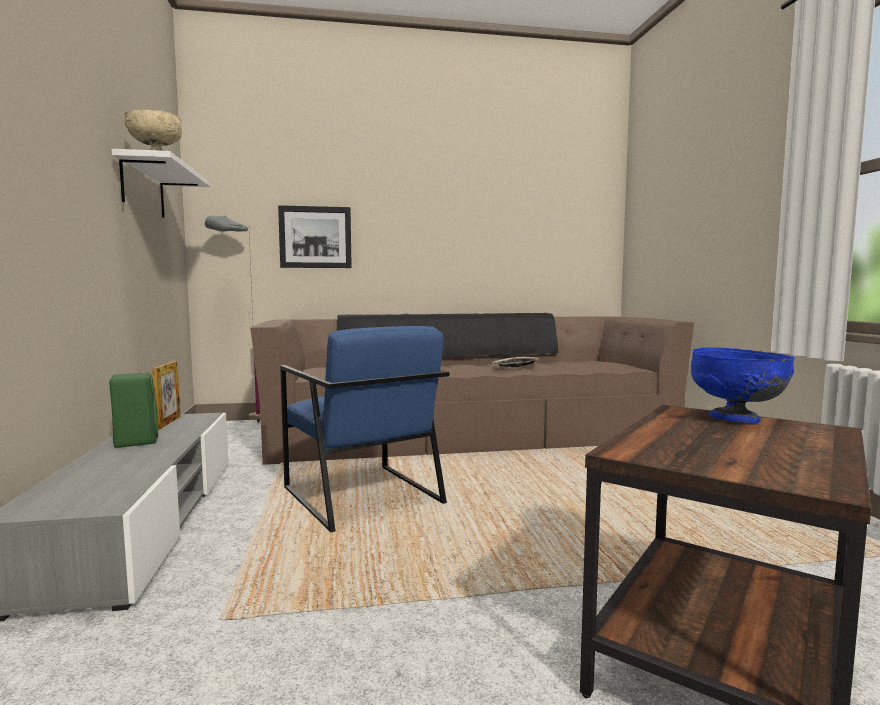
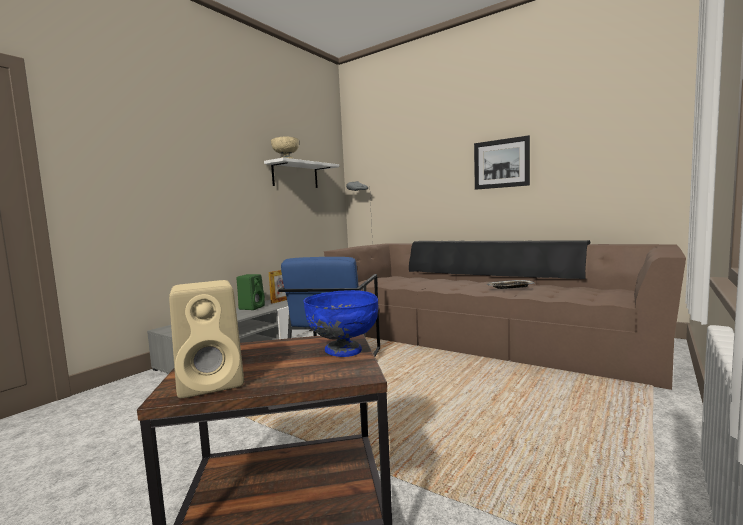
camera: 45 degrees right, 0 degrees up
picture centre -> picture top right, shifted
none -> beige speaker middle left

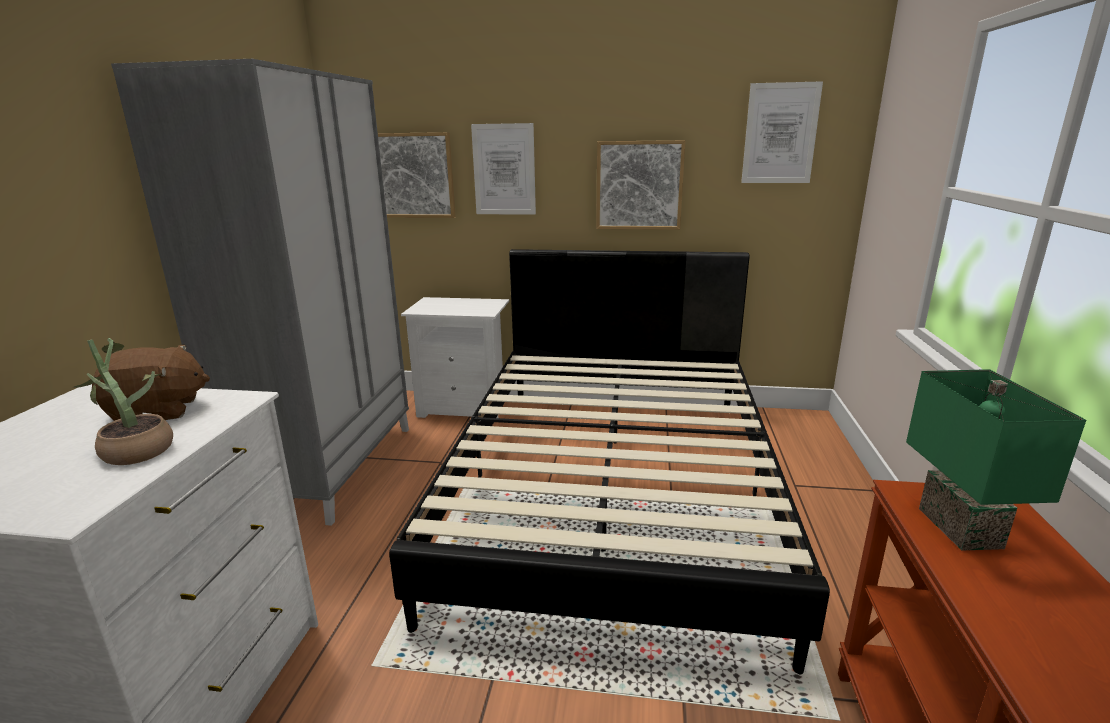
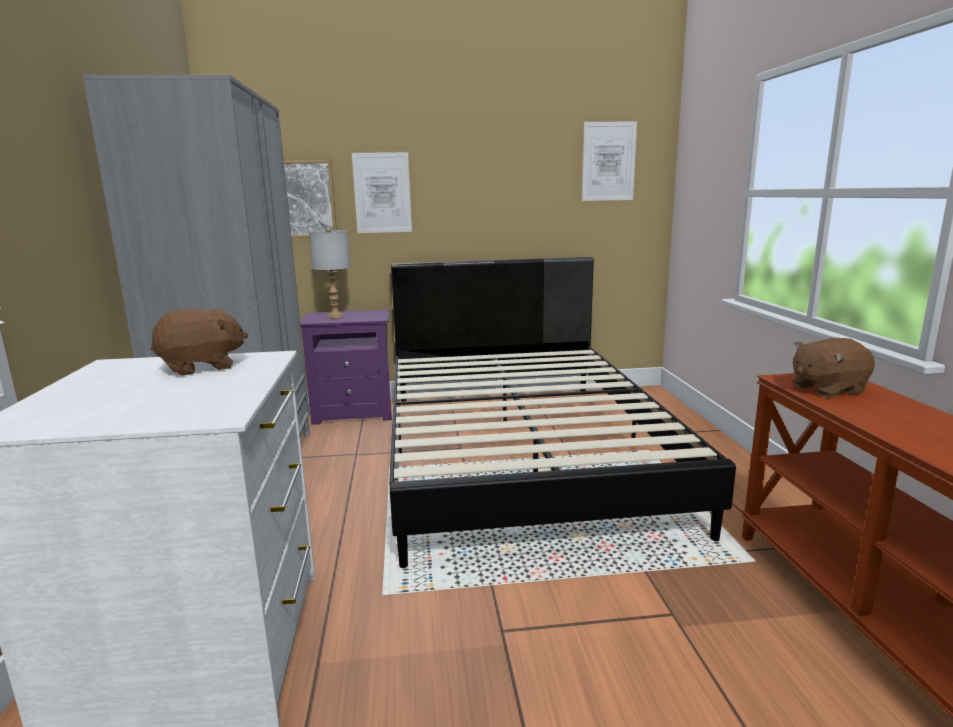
camera: 15 degrees left, 5 degrees down
picture (no. 3 from left) top centre -> none
white nightstand centre -> purple nightstand centre
potted plant middle left -> none
green table lamp middle right -> brown plush toy (no. 2 from left) middle right
none -> grey table lamp centre

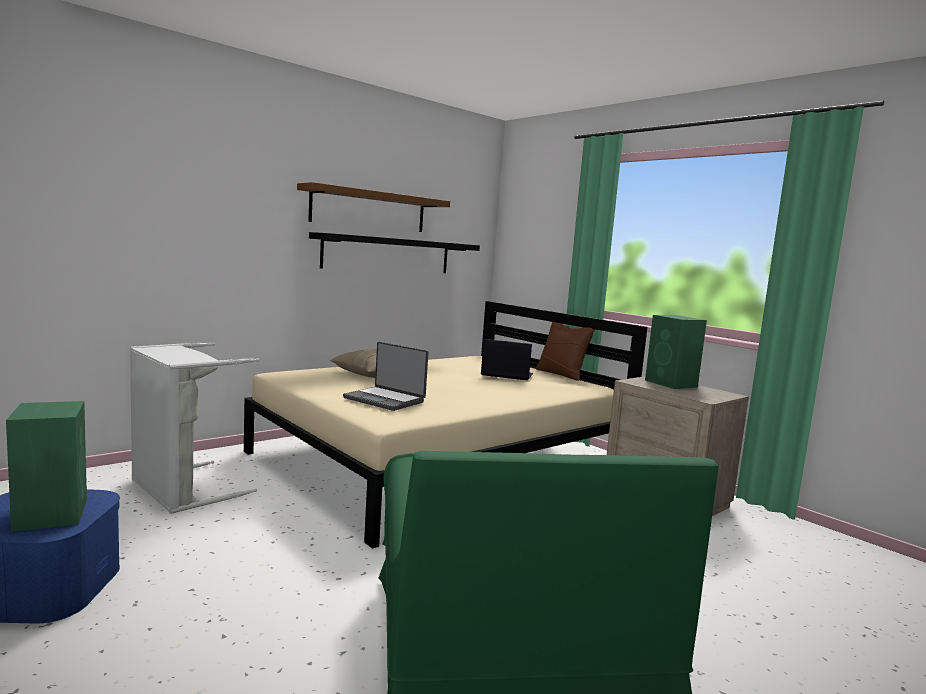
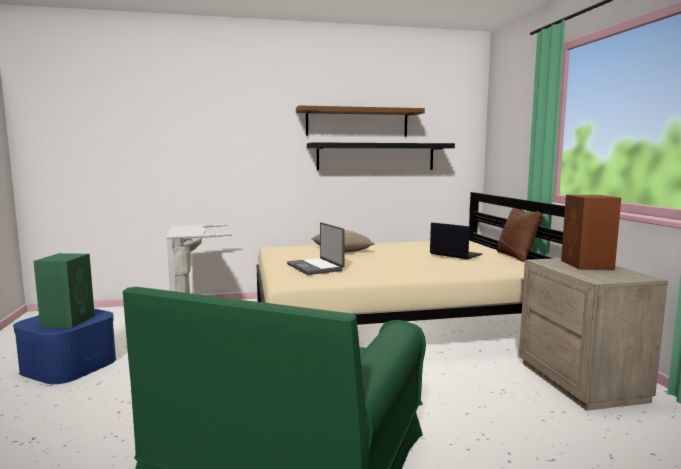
camera: 30 degrees right, 0 degrees up
green speaker (no. 2 from left) middle right -> brown speaker middle right

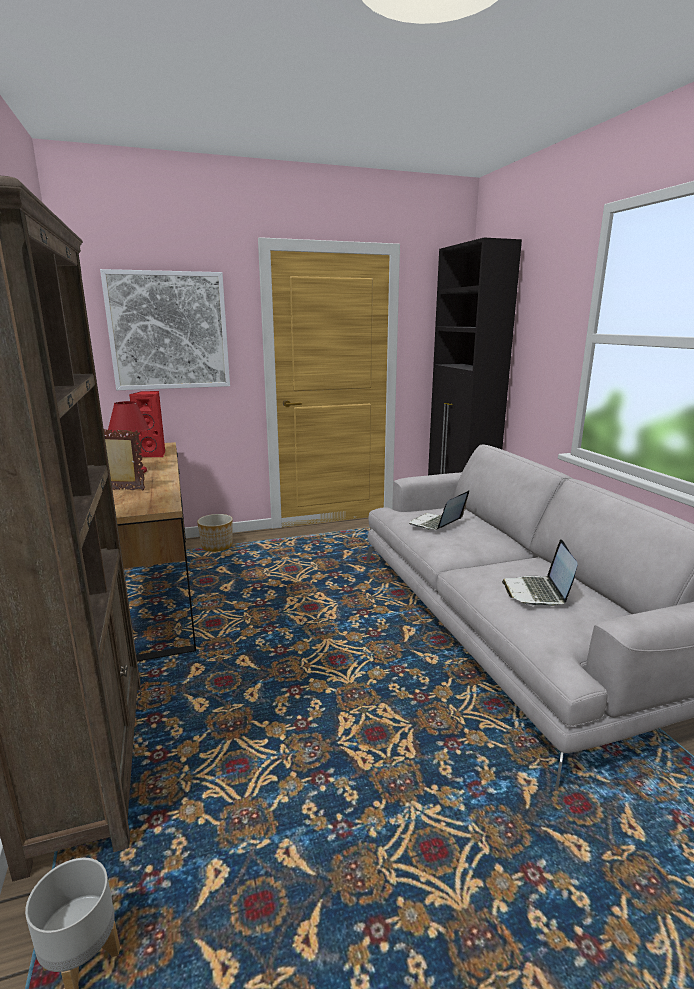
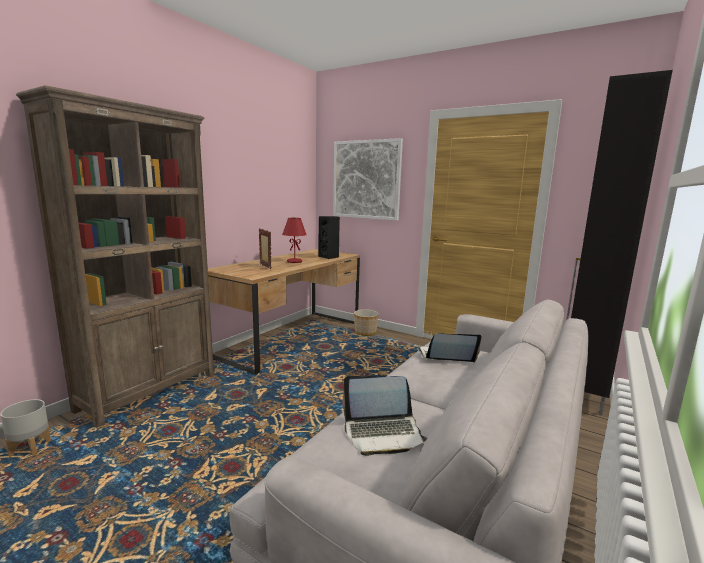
camera: 50 degrees right, 5 degrees down
red speaker middle left -> black speaker centre
laptop (no. 2 from left in the first image) middle right -> laptop (no. 1 from left) bottom centre, 150 degrees counterclockwise

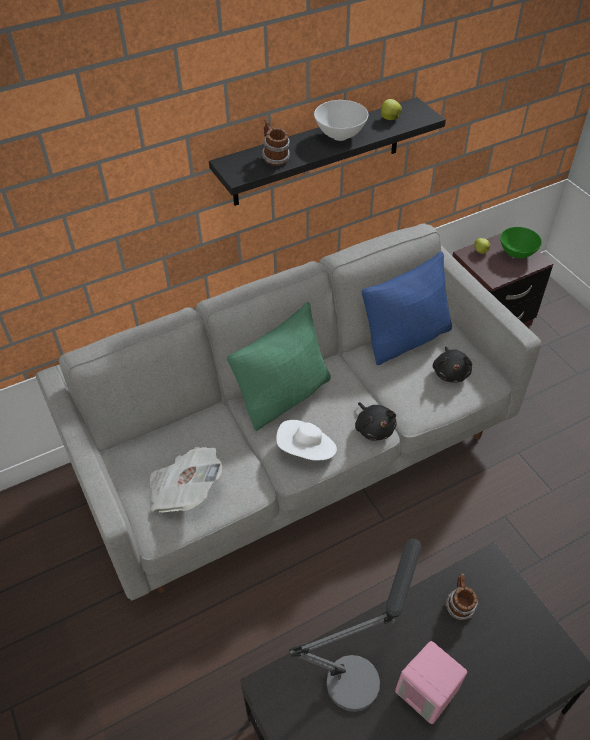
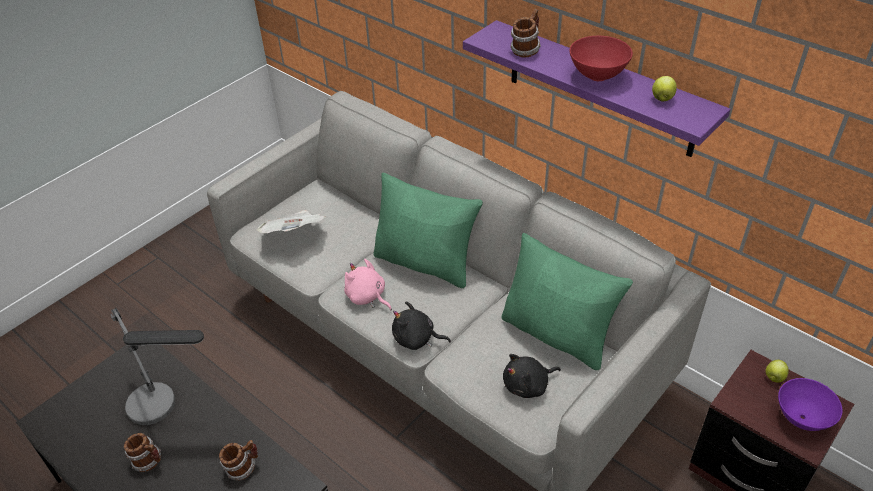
camera: 70 degrees right, 5 degrees down
black shelf top centre -> purple shelf top right
white bowl top centre -> red bowl top right
green bowl top right -> purple bowl bottom right
blue pillow middle right -> green pillow (no. 2 from left) centre
black plush toy (no. 1 from left) centre, 60 degrees clockwise
white hat centre -> pink plush toy centre
pink speaker bottom right -> mug (no. 1 from left) bottom left

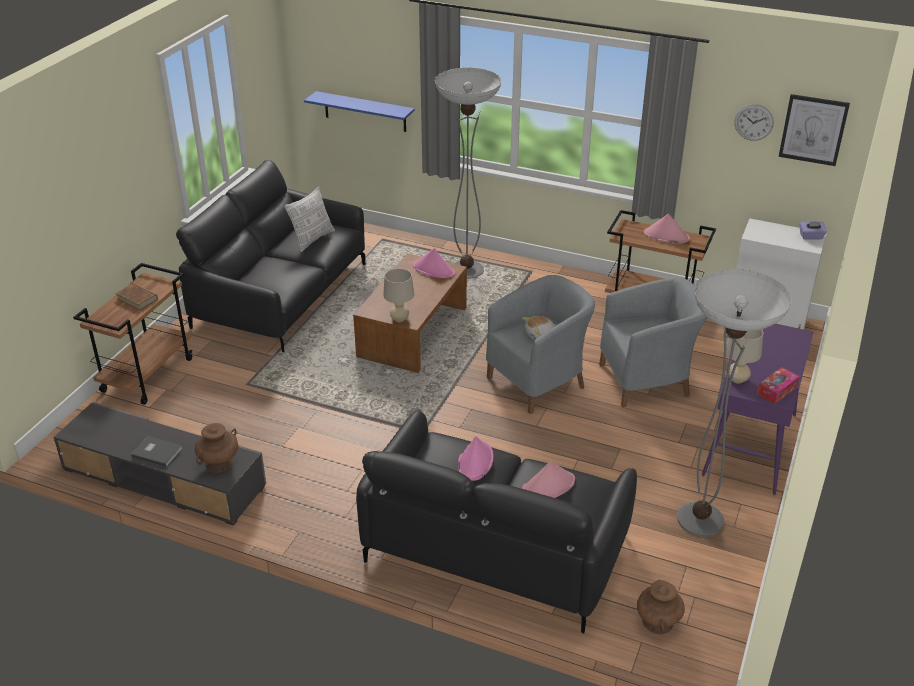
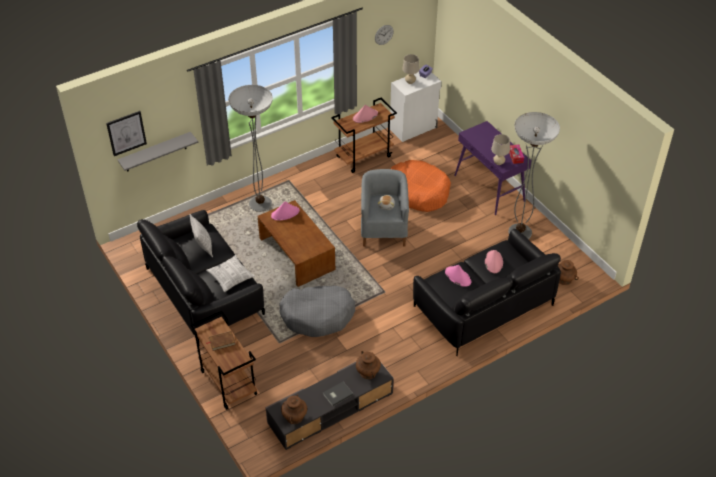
camera: 55 degrees left, 10 degrees up
blue shelf top centre -> grey shelf top left
picture top right -> picture top left, shifted
beige table lamp (no. 1 from left) centre -> beige table lamp (no. 1 from left) top centre, shifted
grey armchair (no. 2 from left) middle right -> orange dog bed centre
none -> pillow (no. 2 from left) middle left
none -> grey dog bed centre
none -> brown vase (no. 1 from left) bottom centre

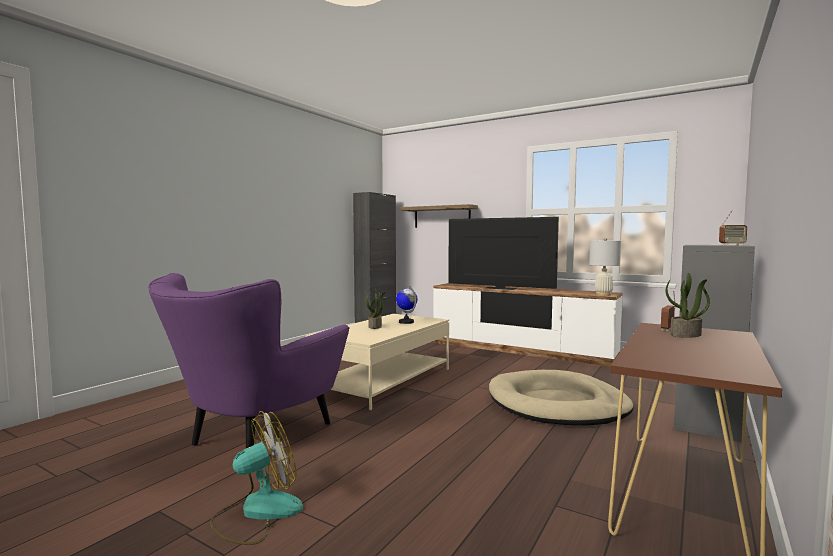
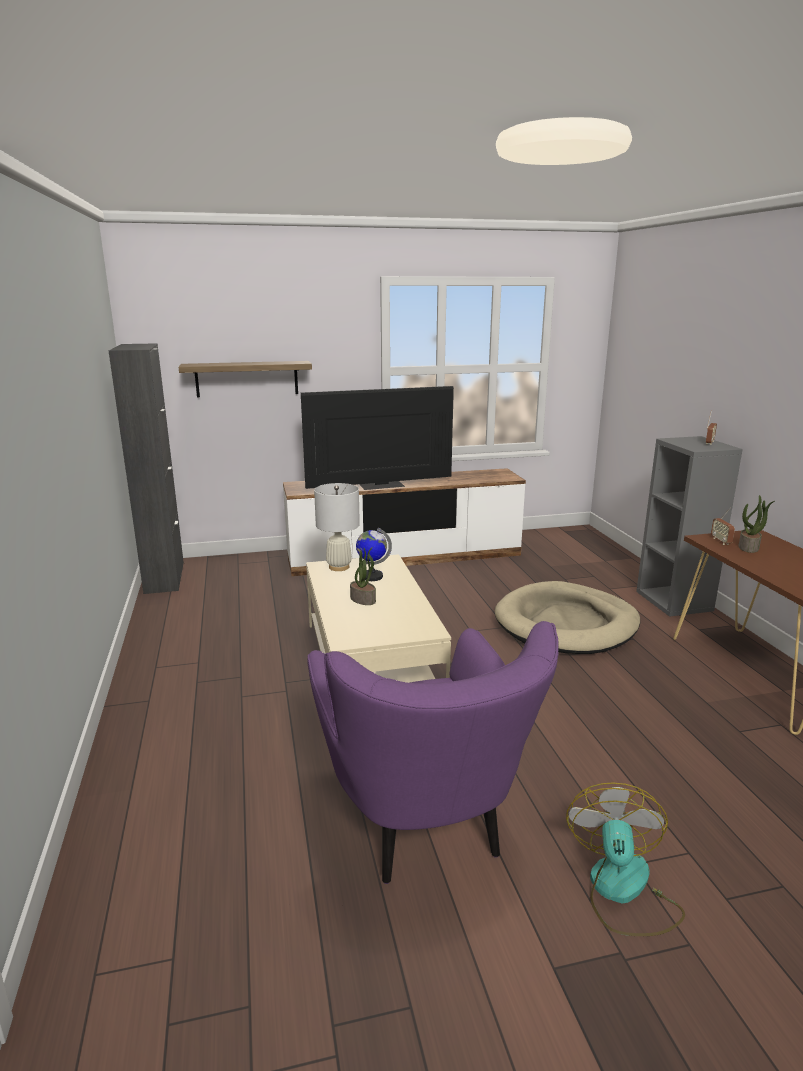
camera: 45 degrees left, 15 degrees up
white table lamp middle right -> white table lamp centre, shifted

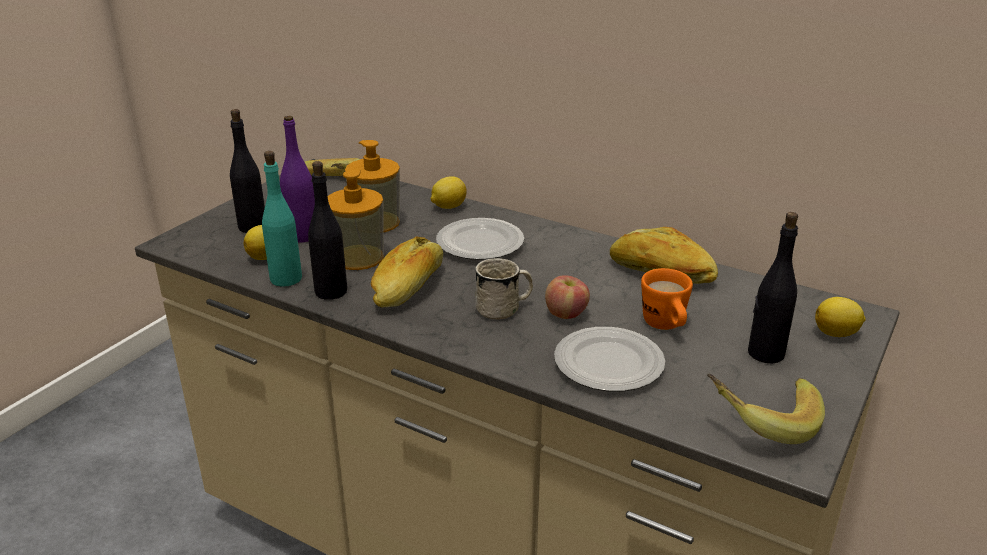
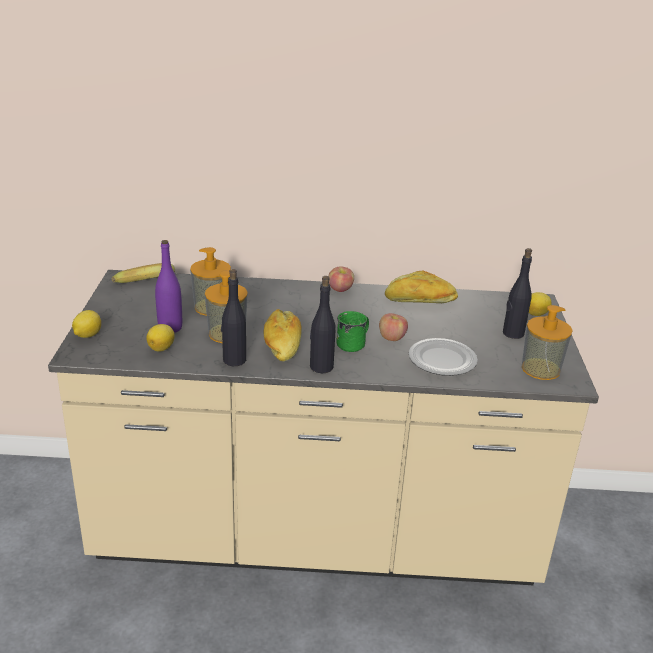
camera: 30 degrees left, 0 degrees up
black bottle (no. 1 from left in the first image) top left -> black bottle (no. 2 from left) centre, shifted
turquoise bottle middle left -> none
lemon (no. 2 from left in the first image) centre -> lemon (no. 1 from left) middle left, shifted
plate (no. 1 from left) centre -> none
white mug centre -> green mug centre
orange mug middle right -> none
banana (no. 2 from left) bottom right -> soap dispenser (no. 3 from left) middle right
none -> apple (no. 1 from left) centre

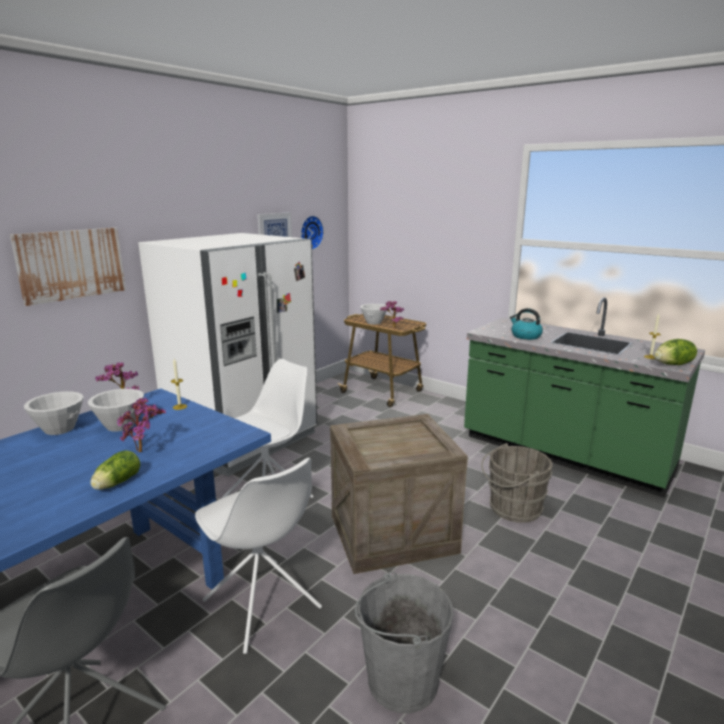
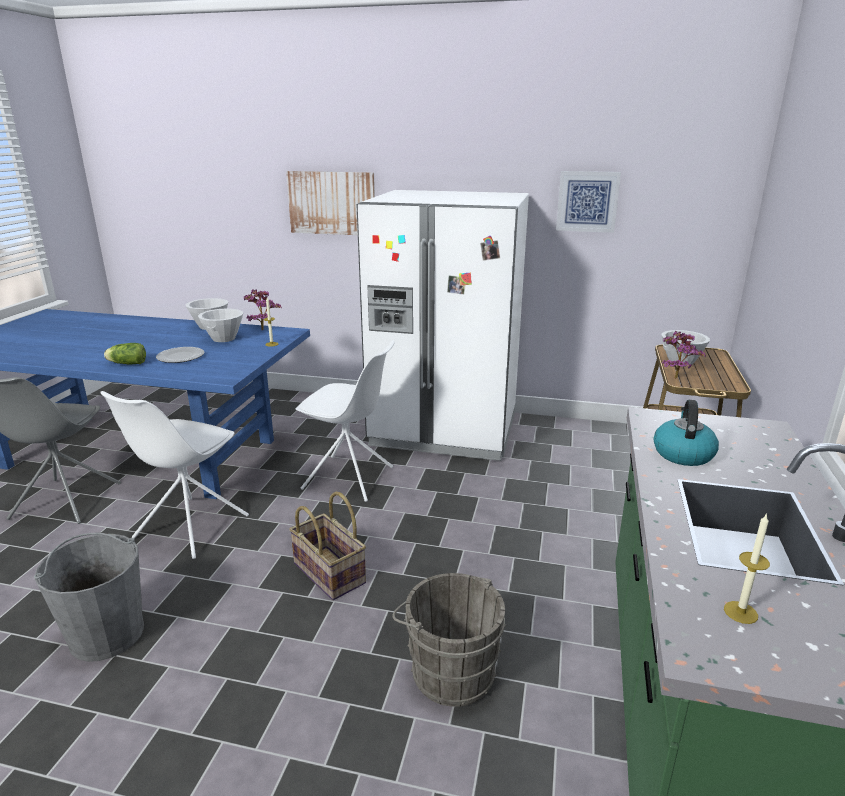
camera: 65 degrees right, 5 degrees up
wall clock top centre -> none
lettuce (no. 2 from left) middle right -> none
potted plant (no. 2 from left) middle left -> plate middle left
crate bottom centre -> basket bottom centre

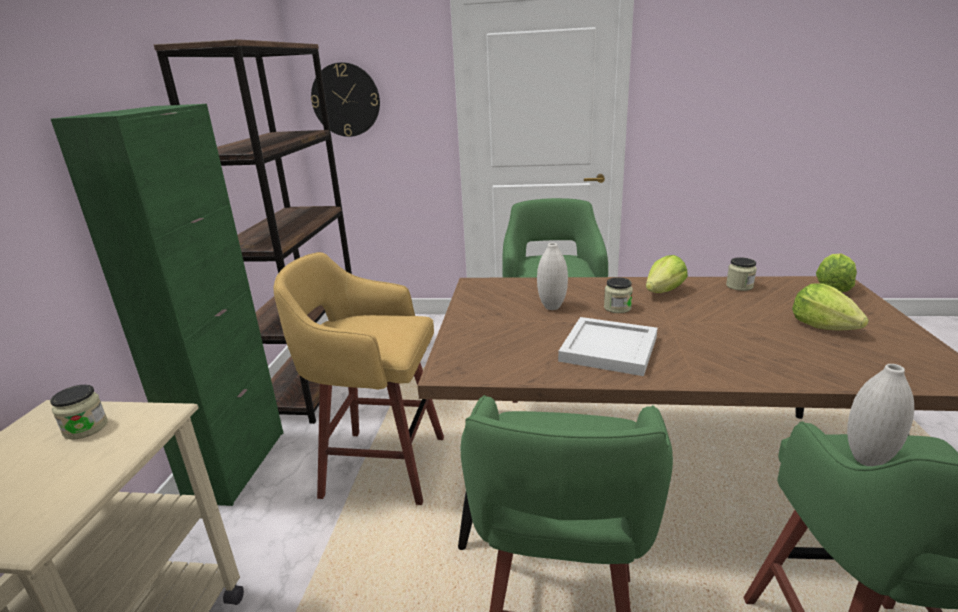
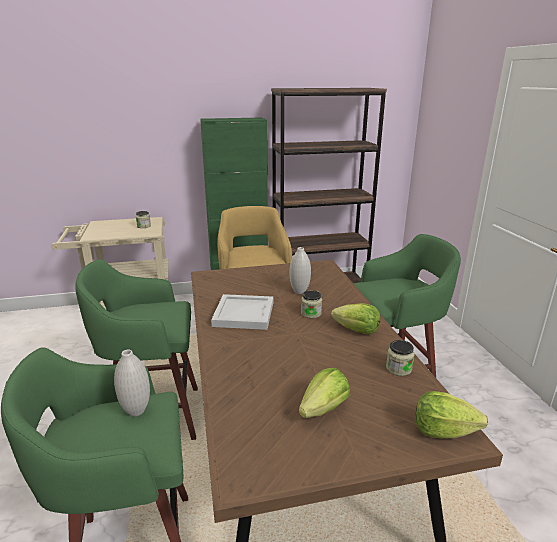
camera: 70 degrees right, 0 degrees up
wall clock top centre -> none

